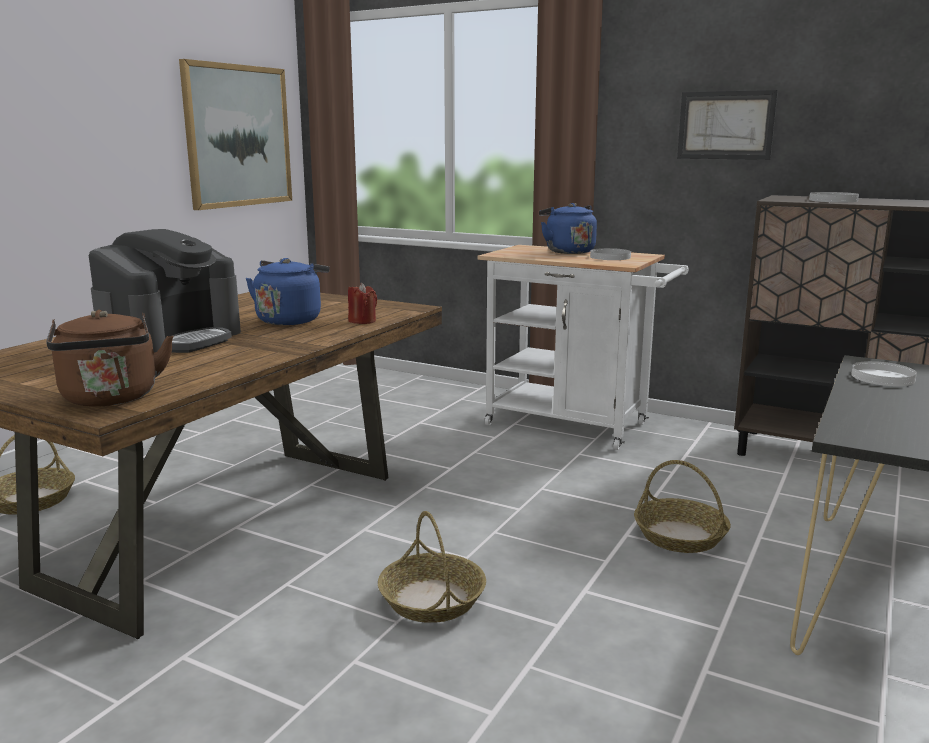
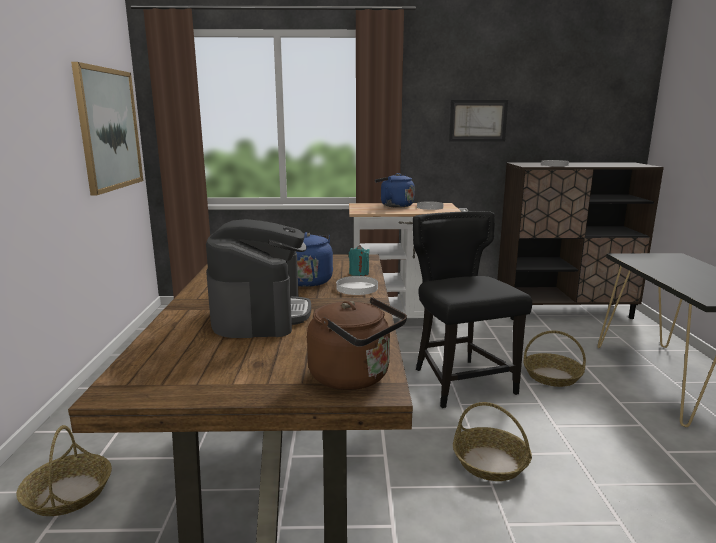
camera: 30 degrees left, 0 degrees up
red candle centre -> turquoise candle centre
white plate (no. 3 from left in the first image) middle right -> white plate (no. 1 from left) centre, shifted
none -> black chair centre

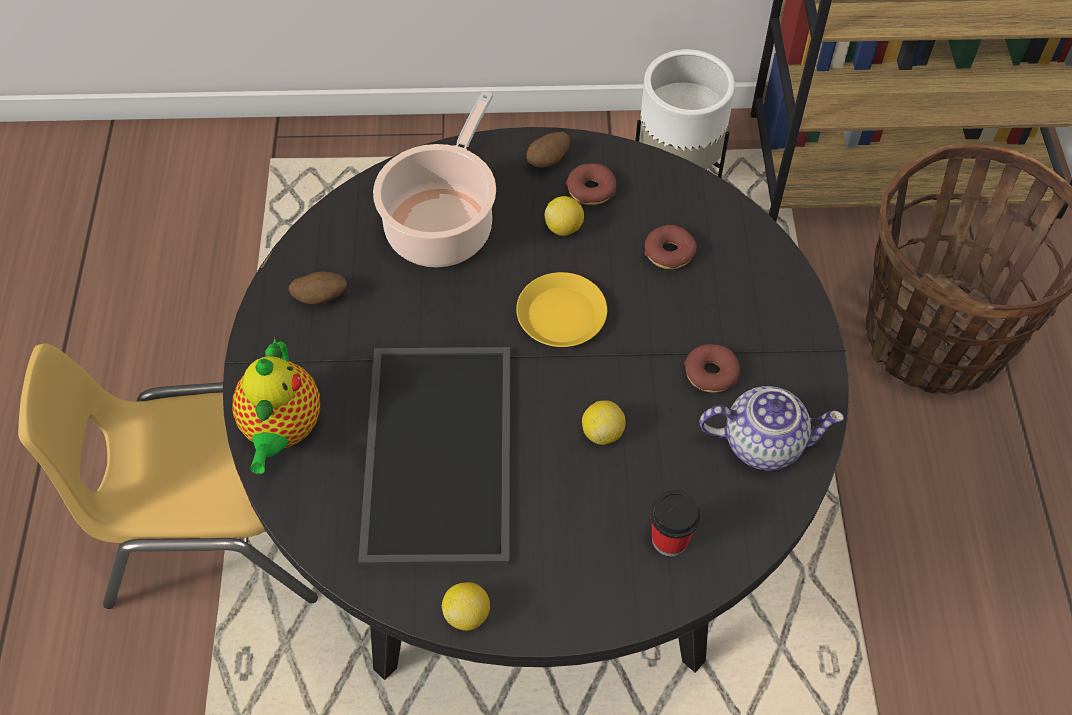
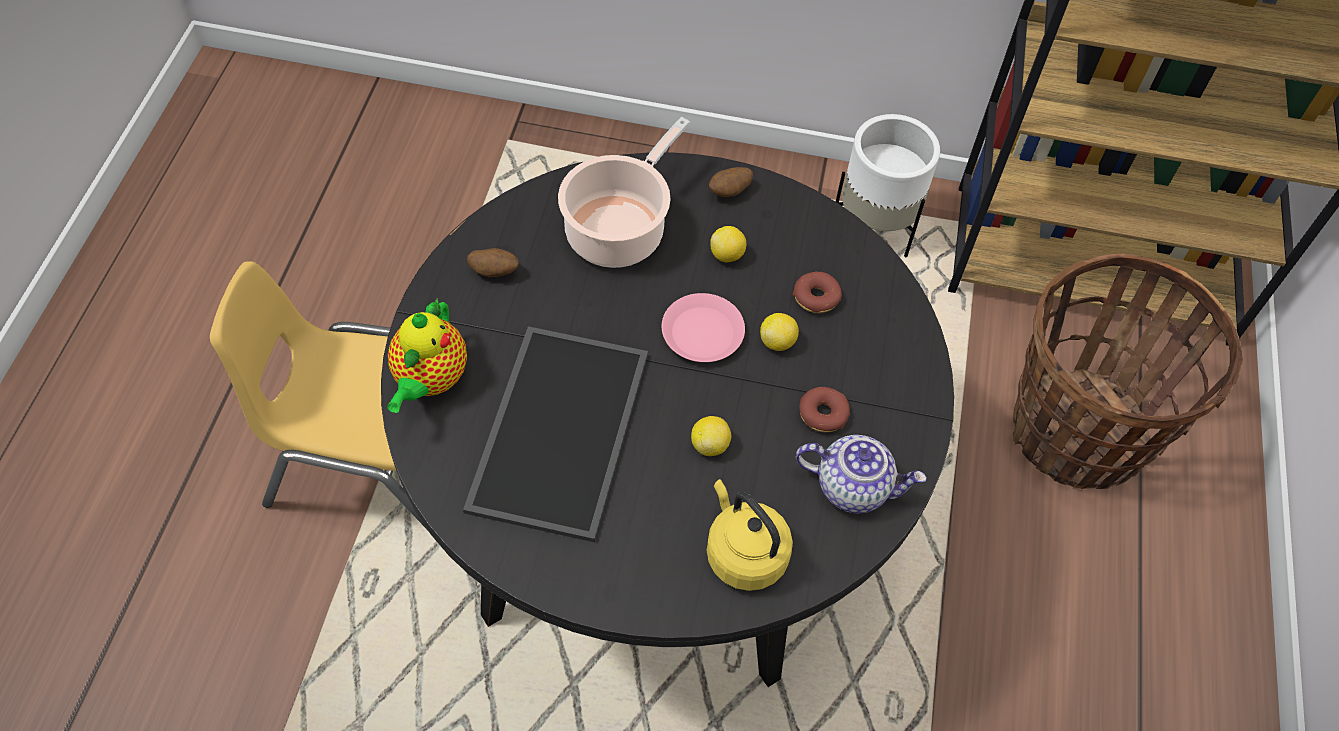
camera: 10 degrees right, 0 degrees up
donut (no. 1 from left) top centre -> none
yellow plate centre -> pink plate centre
cup bottom centre -> yellow kettle bottom centre
lemon (no. 1 from left in the first image) bottom centre -> lemon (no. 3 from left) centre, shifted

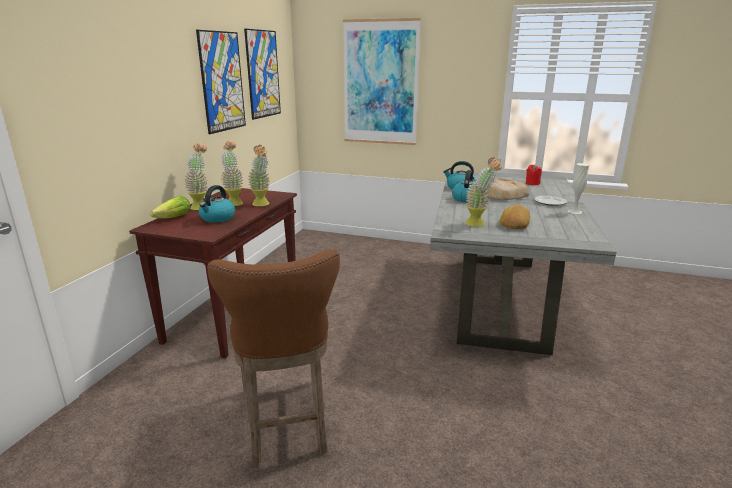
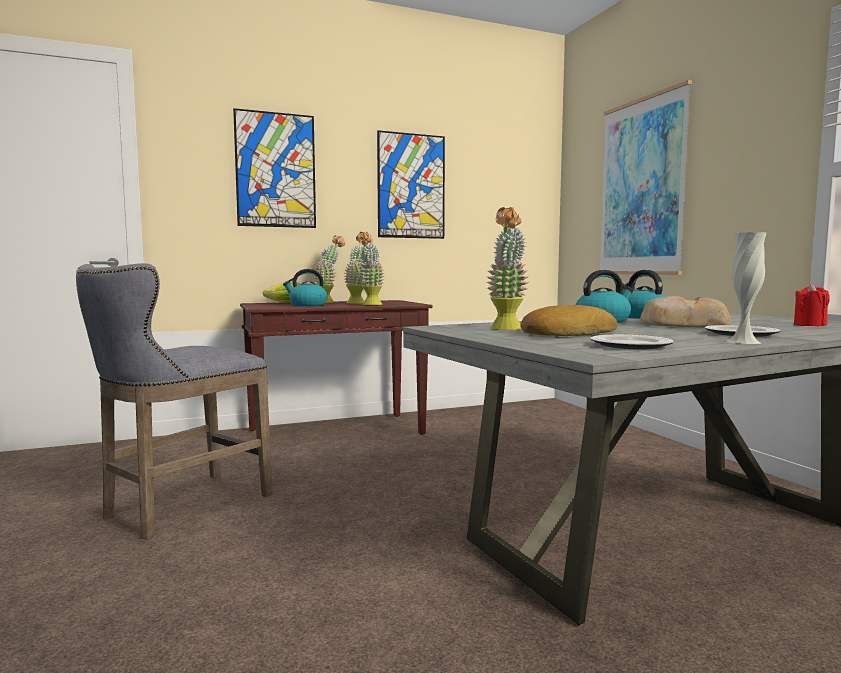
camera: 50 degrees right, 15 degrees down
picture (no. 2 from left in the first image) top centre -> picture (no. 1 from left) top left, shifted
brown stool bottom centre -> grey stool middle left
none -> plate (no. 1 from left) middle right

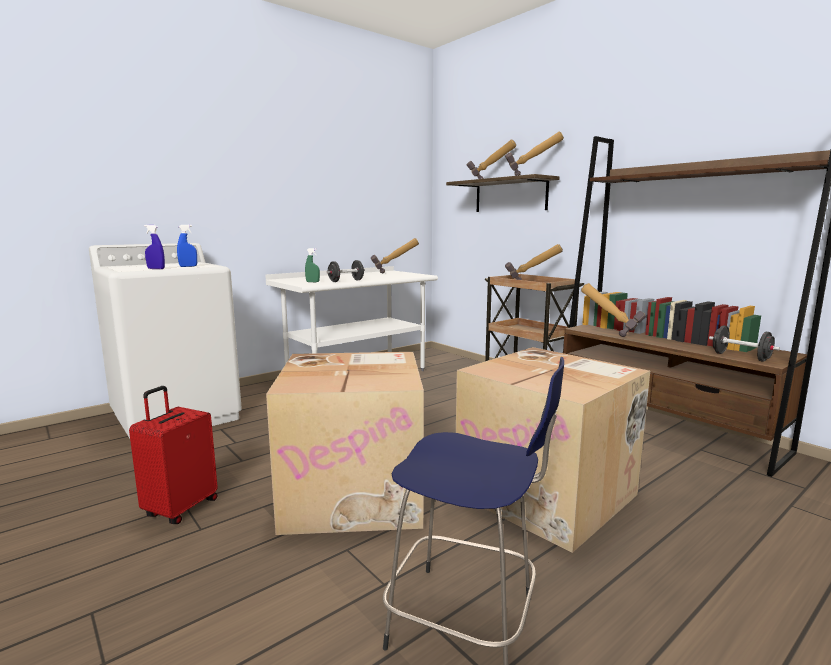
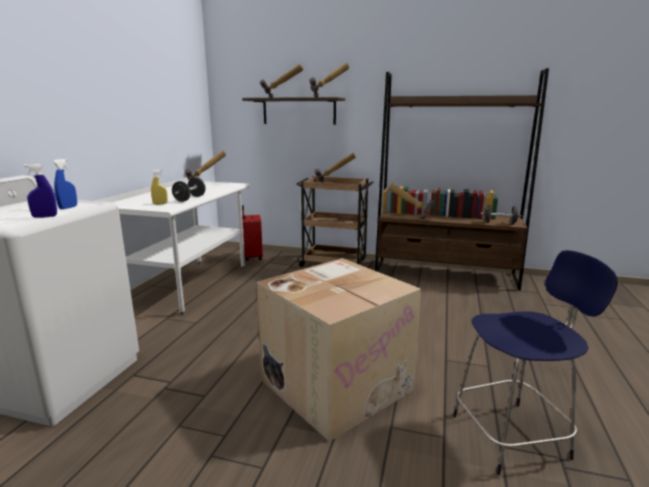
camera: 35 degrees left, 5 degrees up
green spray bottle centre -> yellow spray bottle middle left
cardboard box (no. 2 from left) bottom centre -> none
red suitcase bottom left -> red suitcase centre, shifted

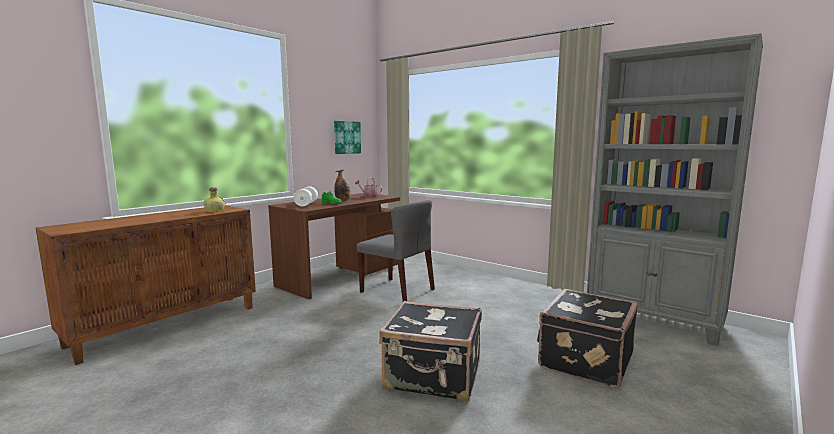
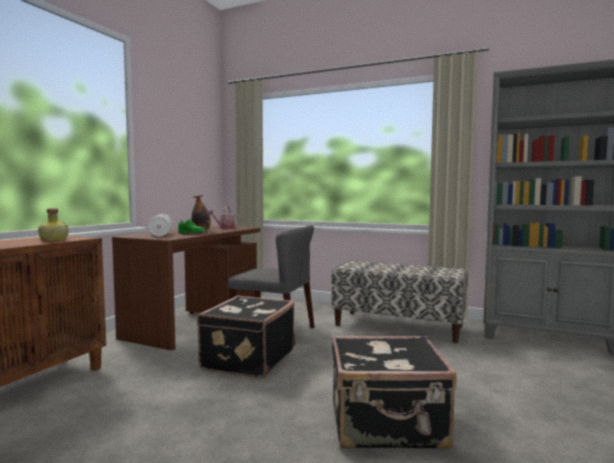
camera: 15 degrees left, 5 degrees down
picture top centre -> none
black suitcase (no. 2 from left in the first image) bottom right -> black suitcase (no. 1 from left) bottom centre, shifted
none -> bench centre

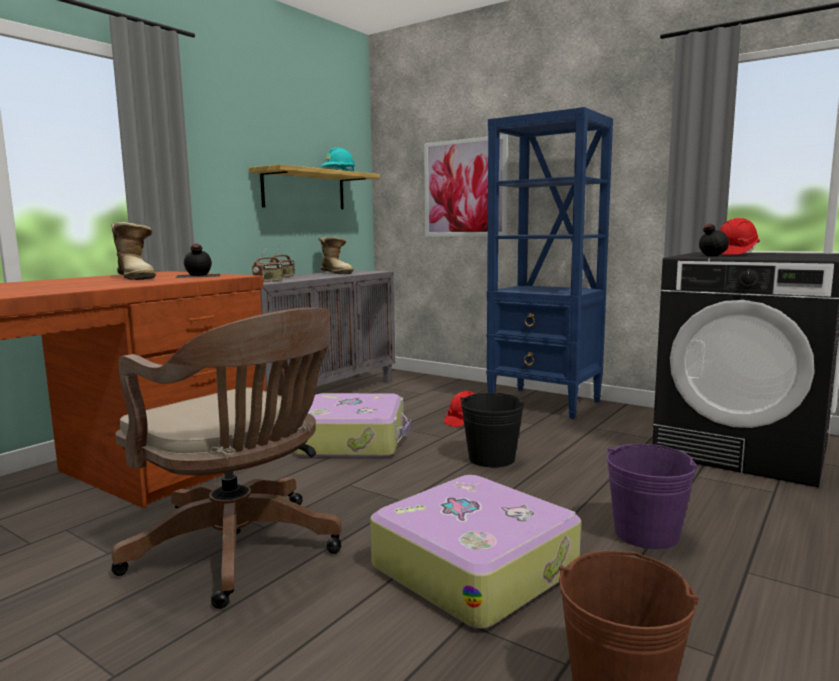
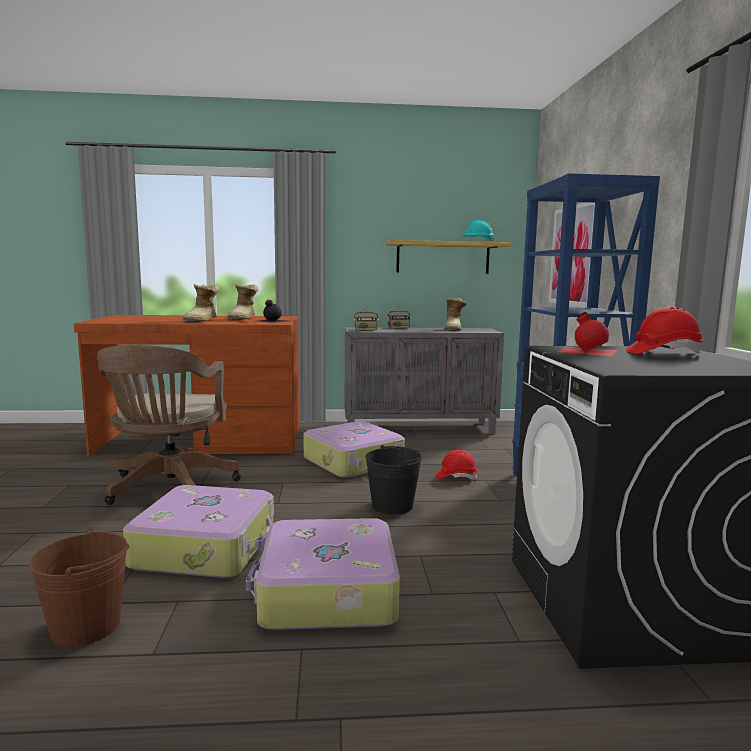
camera: 50 degrees right, 0 degrees up
black bottle (no. 2 from left) middle right -> red bottle middle right
purple bucket bottom right -> suitcase (no. 2 from left) bottom centre
none -> boot (no. 1 from left) middle left

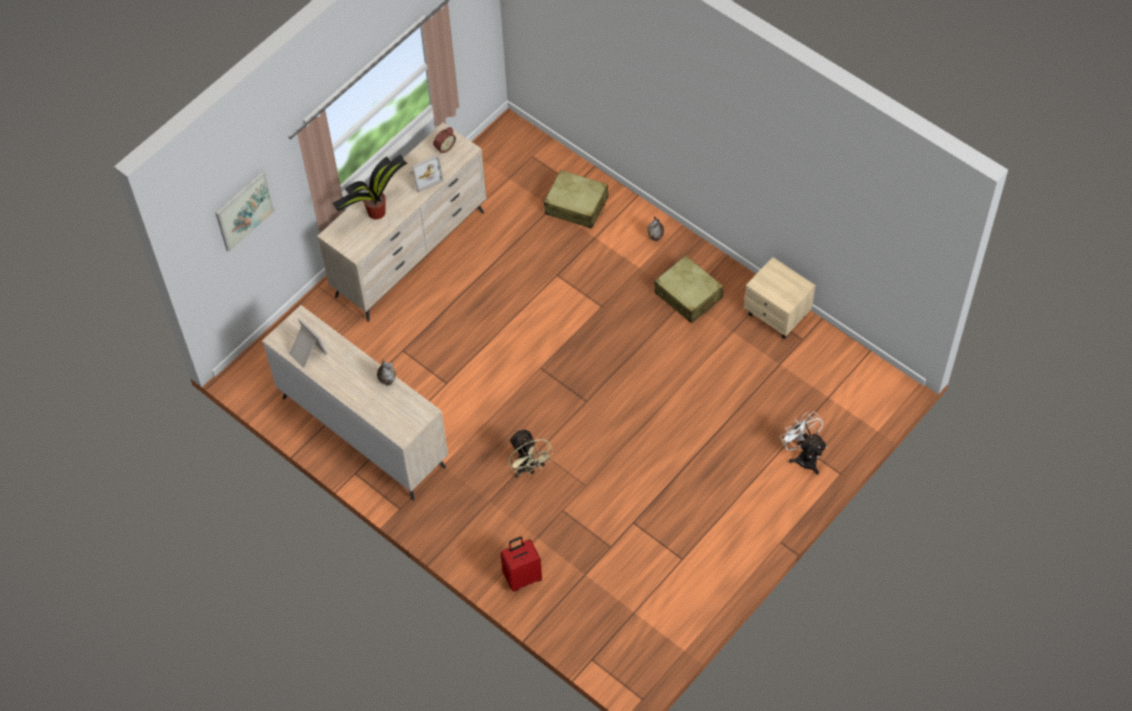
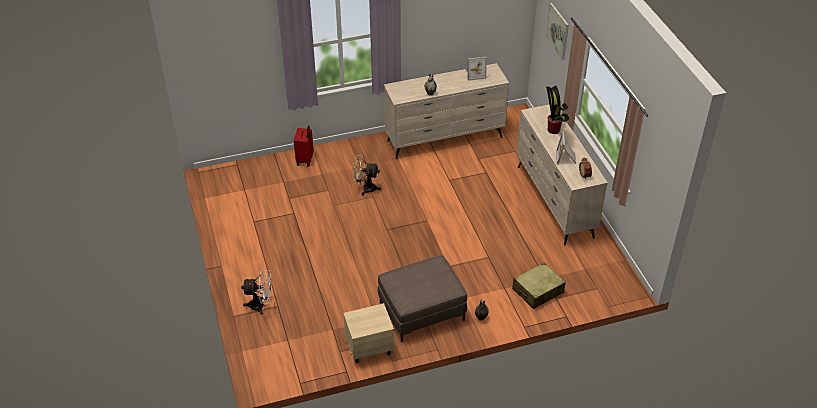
camera: 120 degrees right, 15 degrees down
beige suitcase (no. 2 from left) centre -> brown ottoman bottom centre

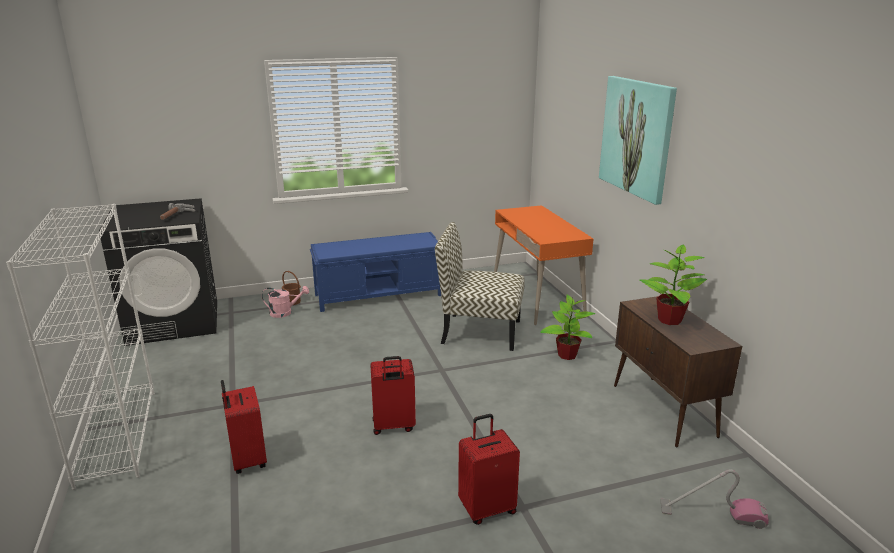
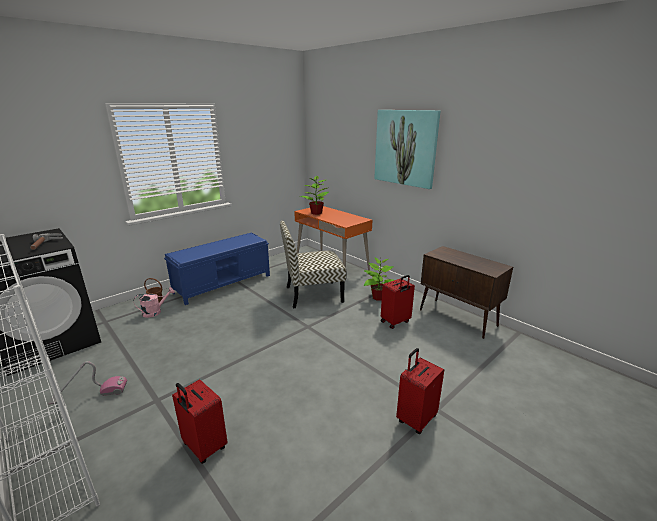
camera: 25 degrees left, 0 degrees up
potted plant (no. 2 from left in the first image) middle right -> potted plant (no. 1 from left) centre, shifted
red suitcase (no. 2 from left) bottom centre -> red suitcase (no. 2 from left) centre, shifted
vacuum cleaner bottom right -> vacuum cleaner bottom left, shifted

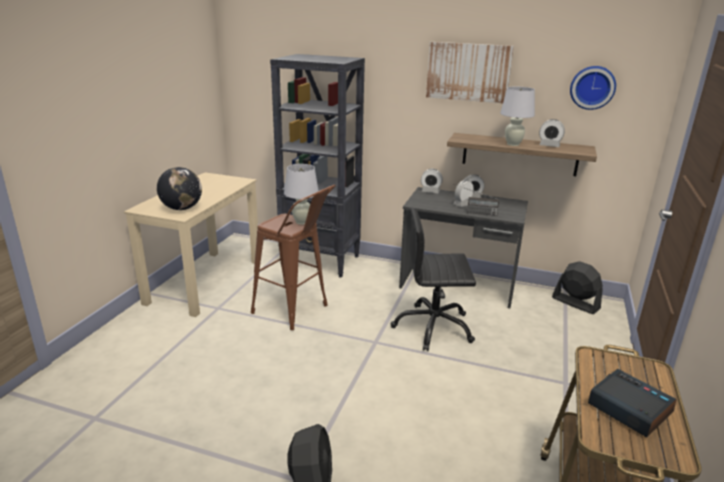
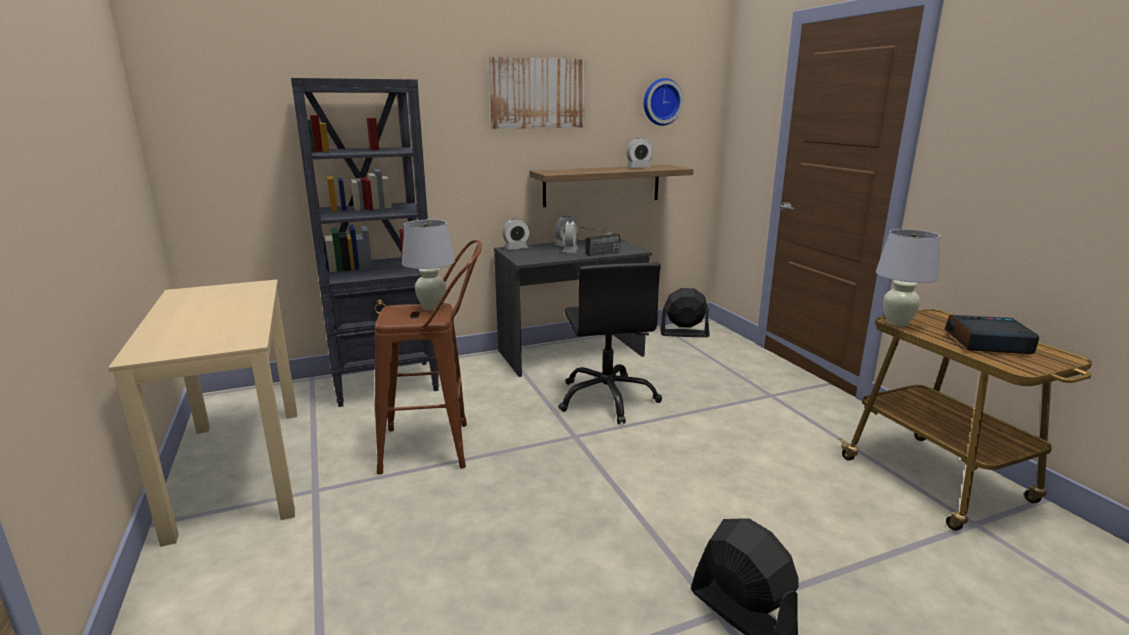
camera: 40 degrees left, 5 degrees down
white table lamp (no. 2 from left) top right -> white table lamp (no. 2 from left) middle right, shifted
globe middle left -> none
black office chair centre, 60 degrees counterclockwise

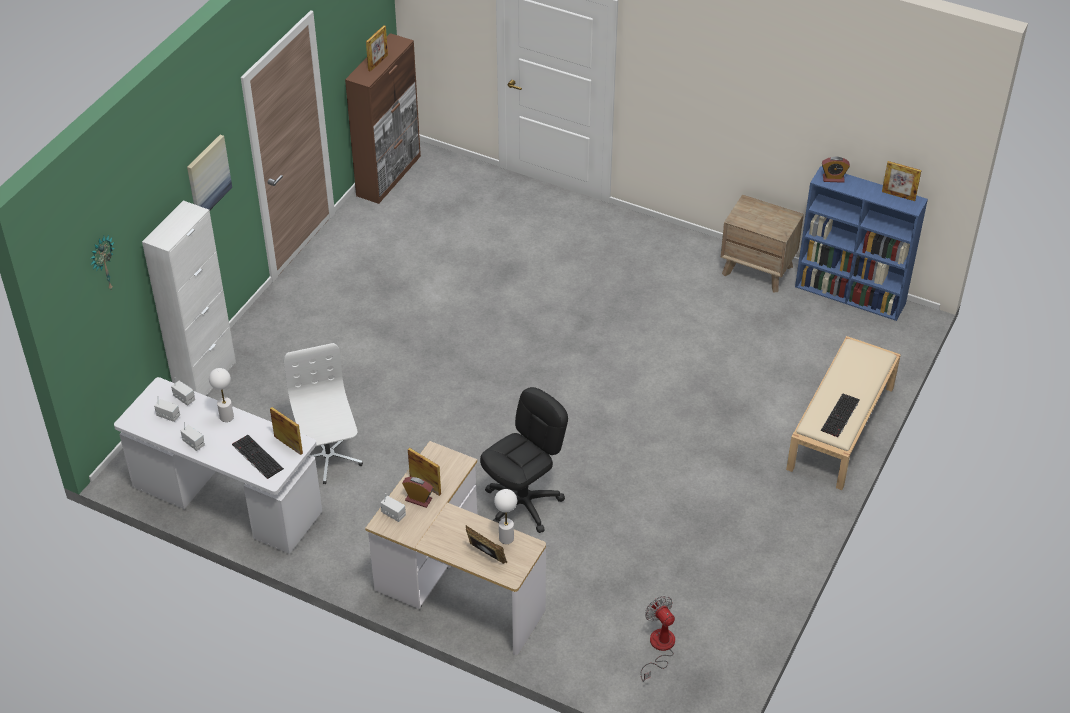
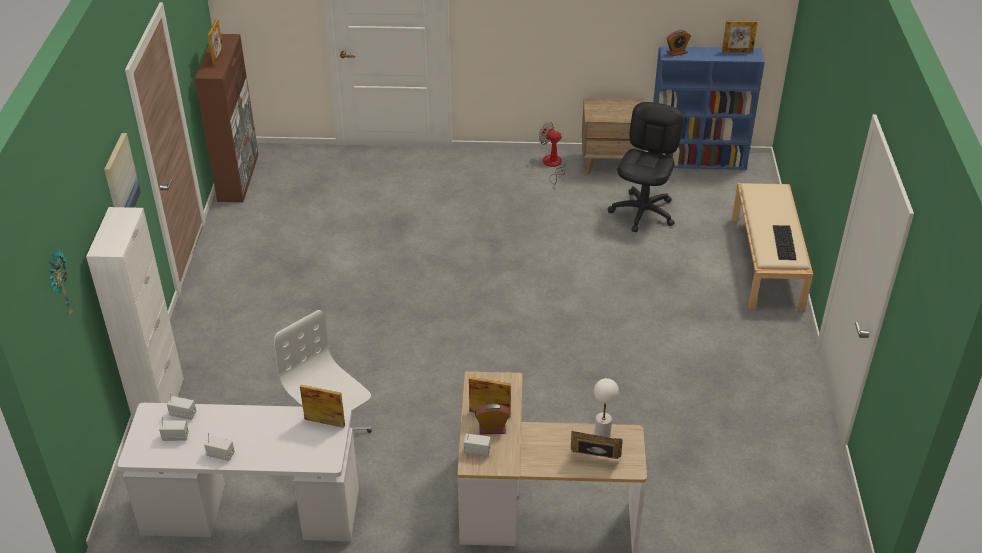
camera: 25 degrees left, 5 degrees down
white table lamp (no. 1 from left) middle left -> none
black office chair centre -> black office chair top centre, shifted
keyboard (no. 1 from left) middle left -> none
fan bottom centre -> fan top centre, shifted

